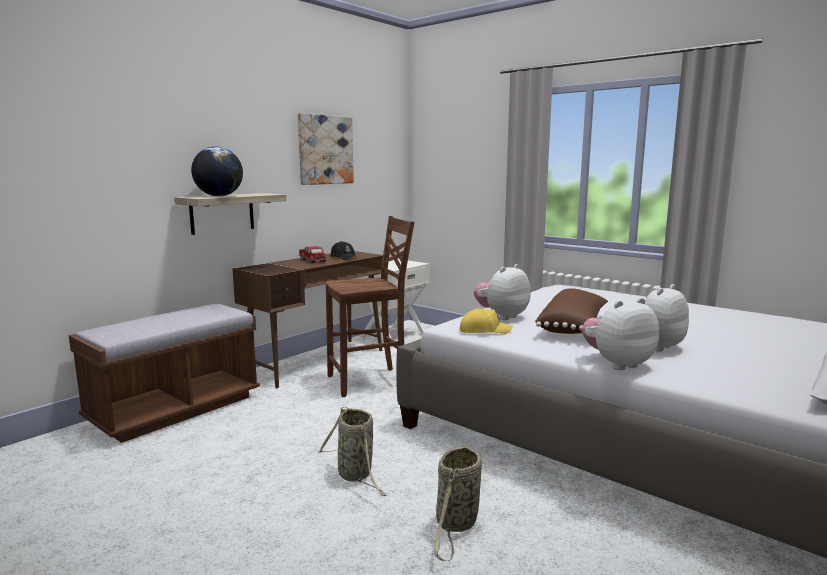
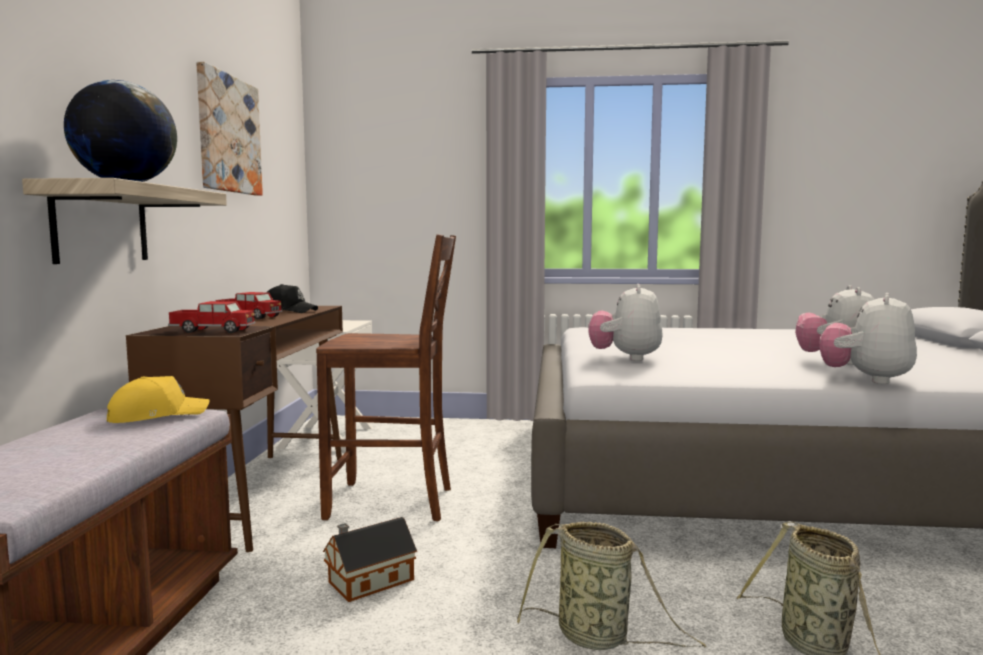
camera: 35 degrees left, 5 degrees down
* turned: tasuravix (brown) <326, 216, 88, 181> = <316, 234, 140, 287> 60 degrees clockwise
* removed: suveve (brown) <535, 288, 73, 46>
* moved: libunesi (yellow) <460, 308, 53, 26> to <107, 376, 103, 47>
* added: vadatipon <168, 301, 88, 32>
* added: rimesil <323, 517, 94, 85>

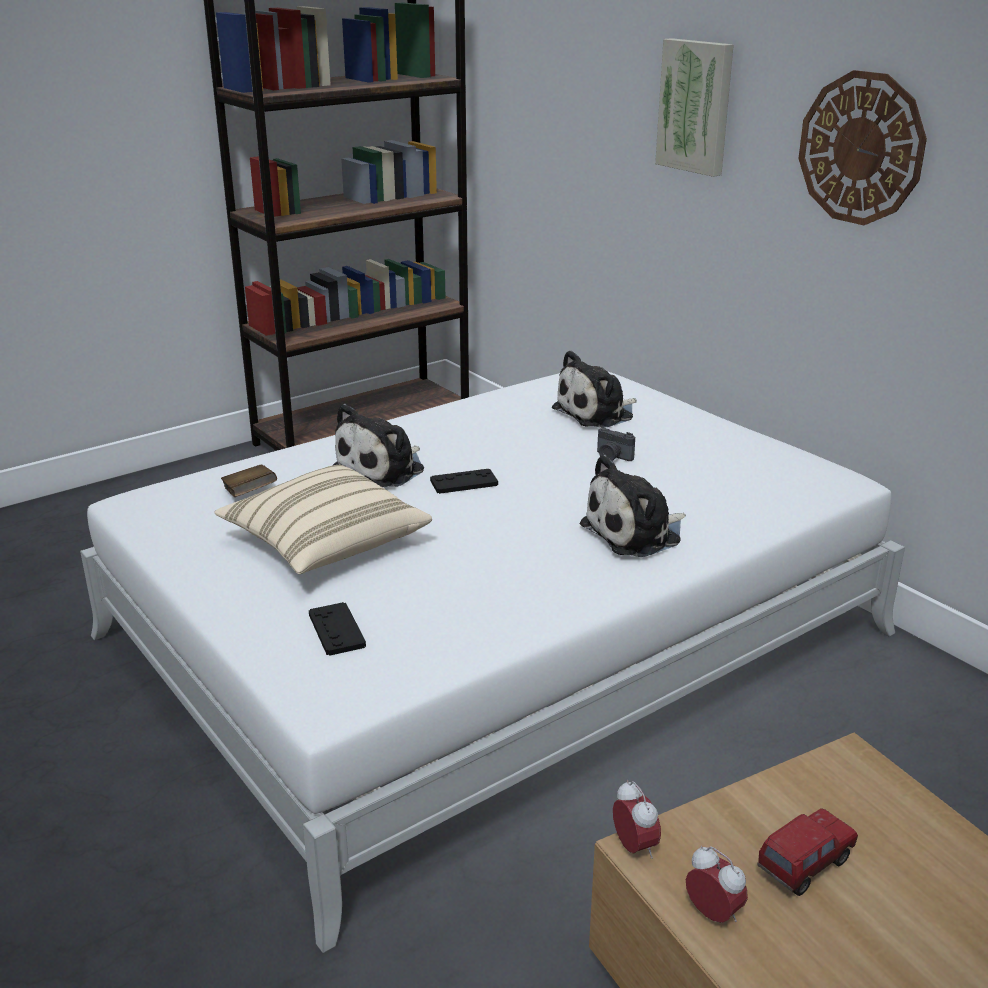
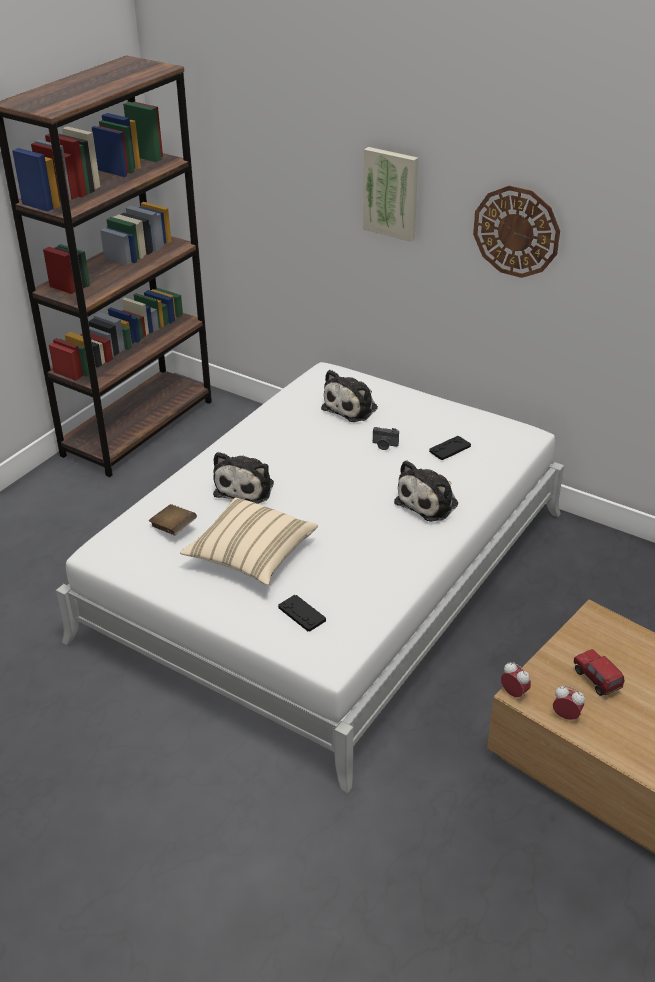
camera: 20 degrees left, 10 degrees up
* moved: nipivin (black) <430, 469, 68, 25> to <429, 436, 42, 24>
* turned: vadatipon <757, 808, 101, 88> = <574, 649, 50, 47> 60 degrees counterclockwise

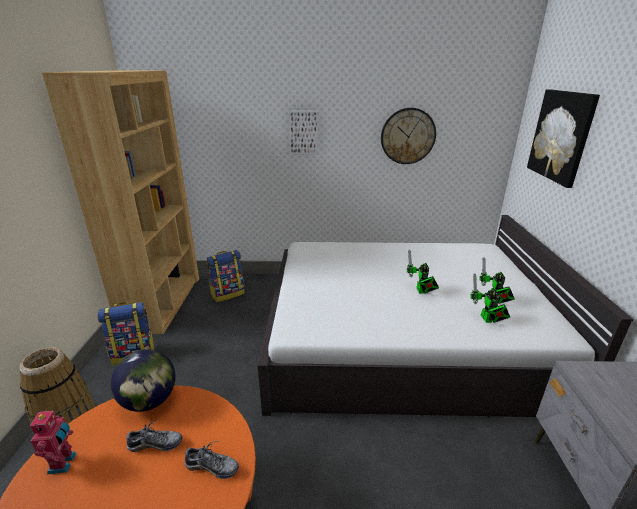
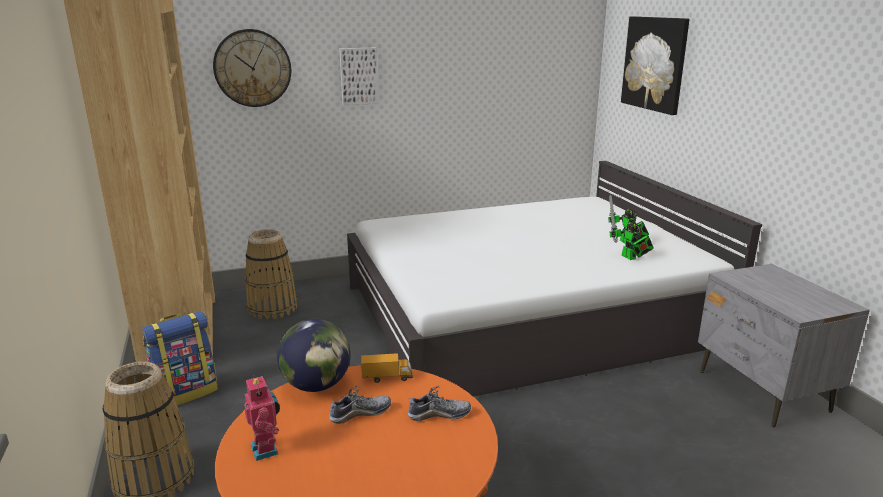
camera: 20 degrees left, 5 degrees down
* moved: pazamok <381, 108, 55, 56> to <213, 29, 78, 78>
* removed: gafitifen <407, 249, 32, 45>
* replaced: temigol <207, 250, 38, 52> to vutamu <245, 229, 53, 91>
* added: vadatipon <361, 353, 52, 30>

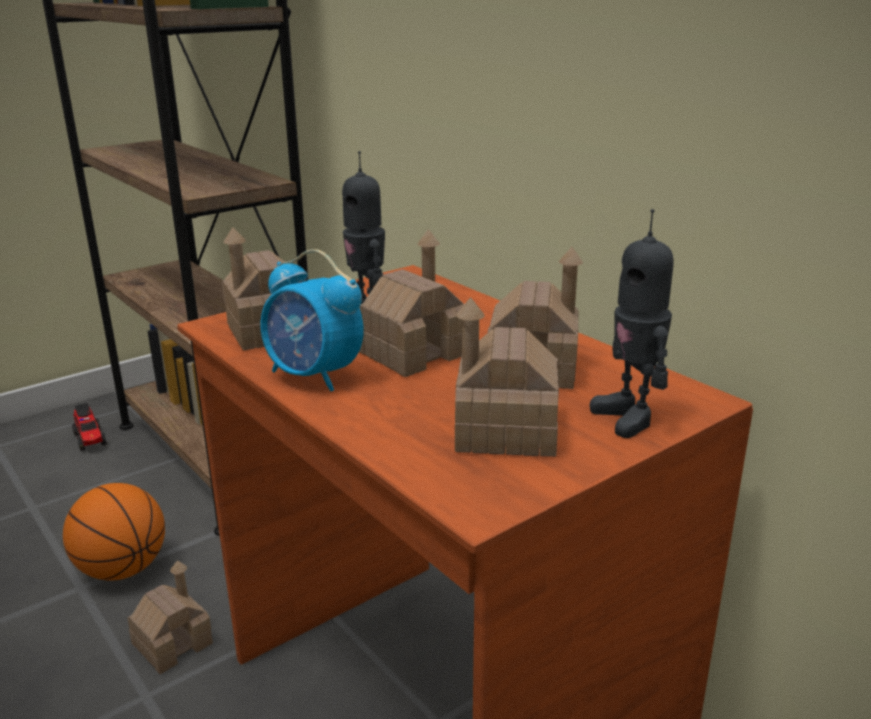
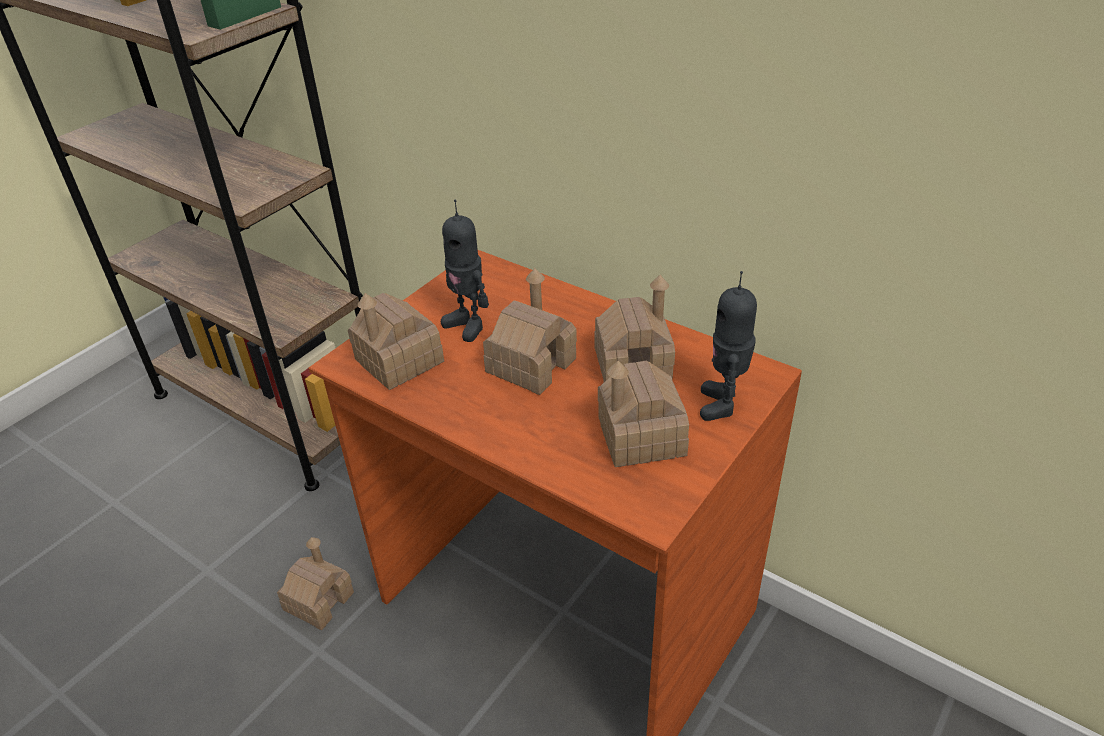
camera: 15 degrees left, 15 degrees up
* turned: gafitifen <590, 209, 83, 229> = <700, 271, 57, 150> 45 degrees clockwise
* removed: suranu <260, 249, 104, 142>
* removed: vadatipon <72, 403, 35, 48>
* removed: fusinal <63, 483, 102, 97>

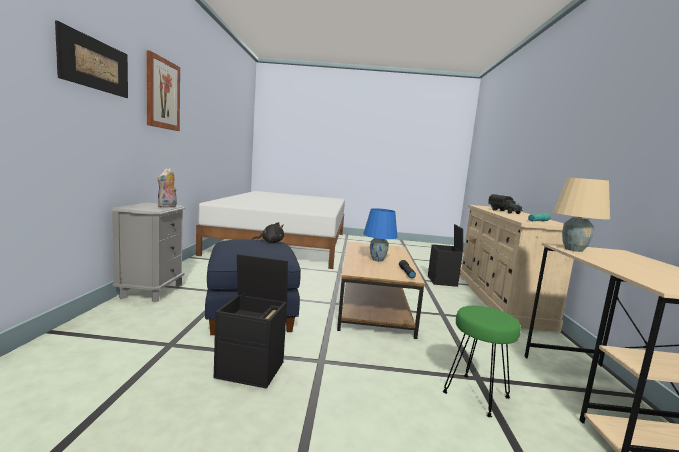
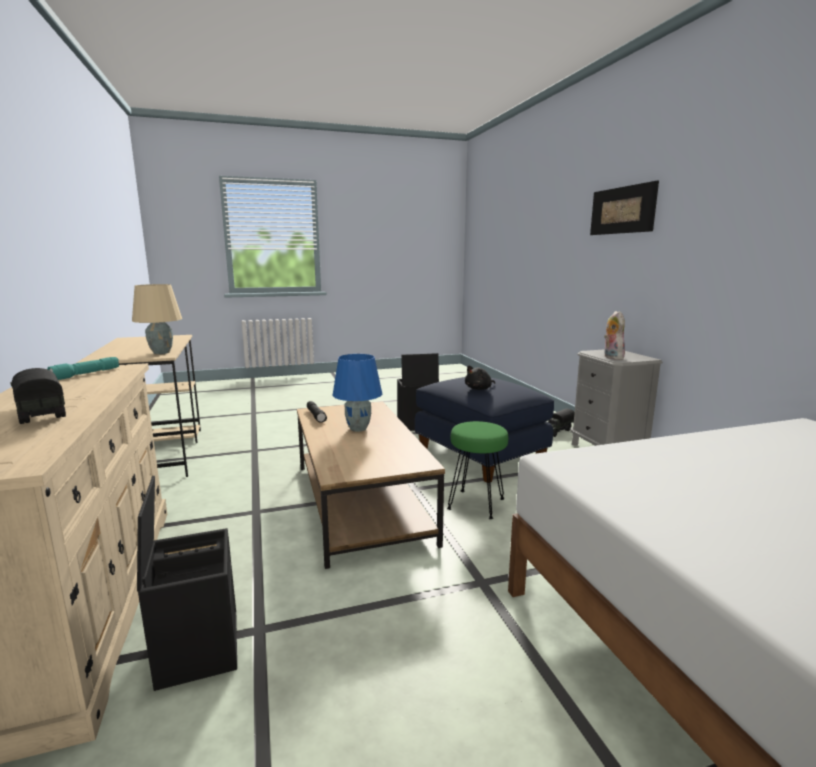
camera: 160 degrees right, 5 degrees up
* removed: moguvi <146, 50, 34, 81>
* moved: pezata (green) <443, 306, 78, 111> to <447, 421, 61, 98>
* added: vadatipon <548, 408, 27, 29>

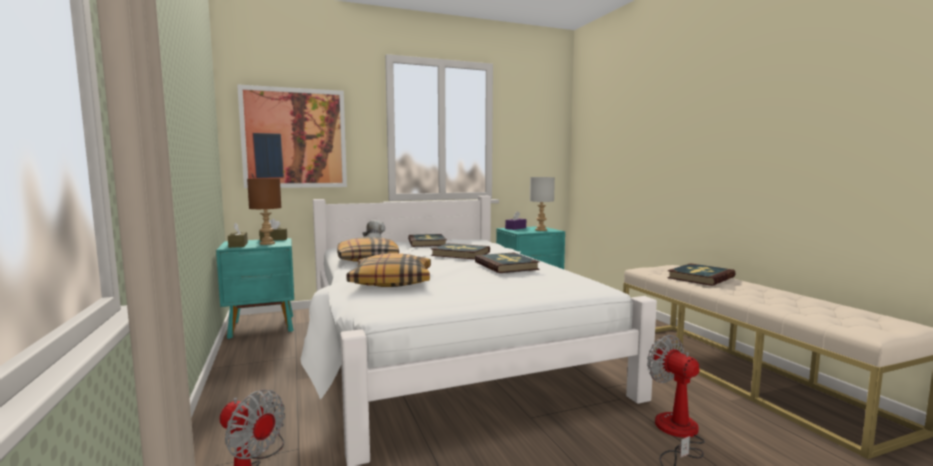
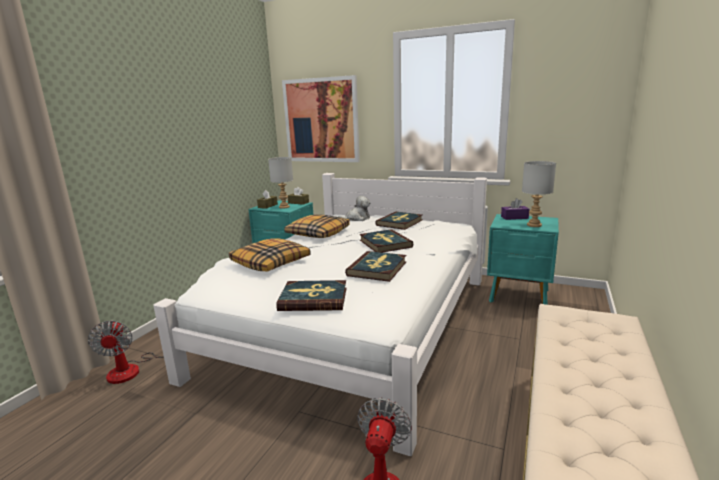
camera: 45 degrees right, 10 degrees up
* recoloured: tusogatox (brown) <247, 178, 35, 67> to tusogatox (grey) <268, 157, 25, 52>
* moved: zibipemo <667, 263, 69, 23> to <276, 280, 71, 31>

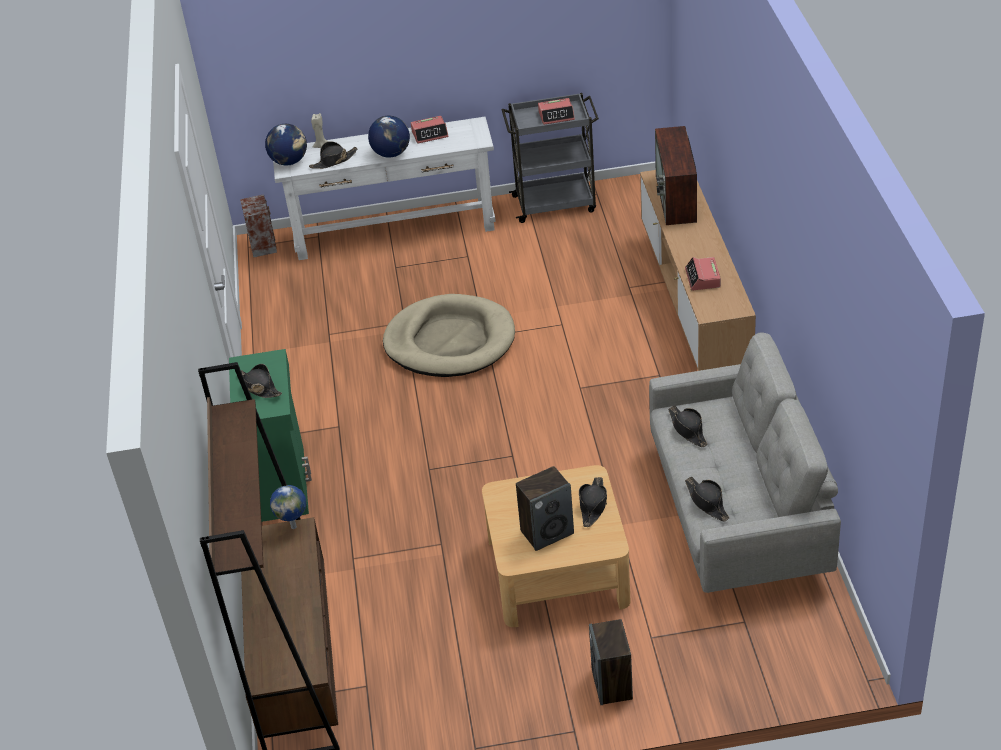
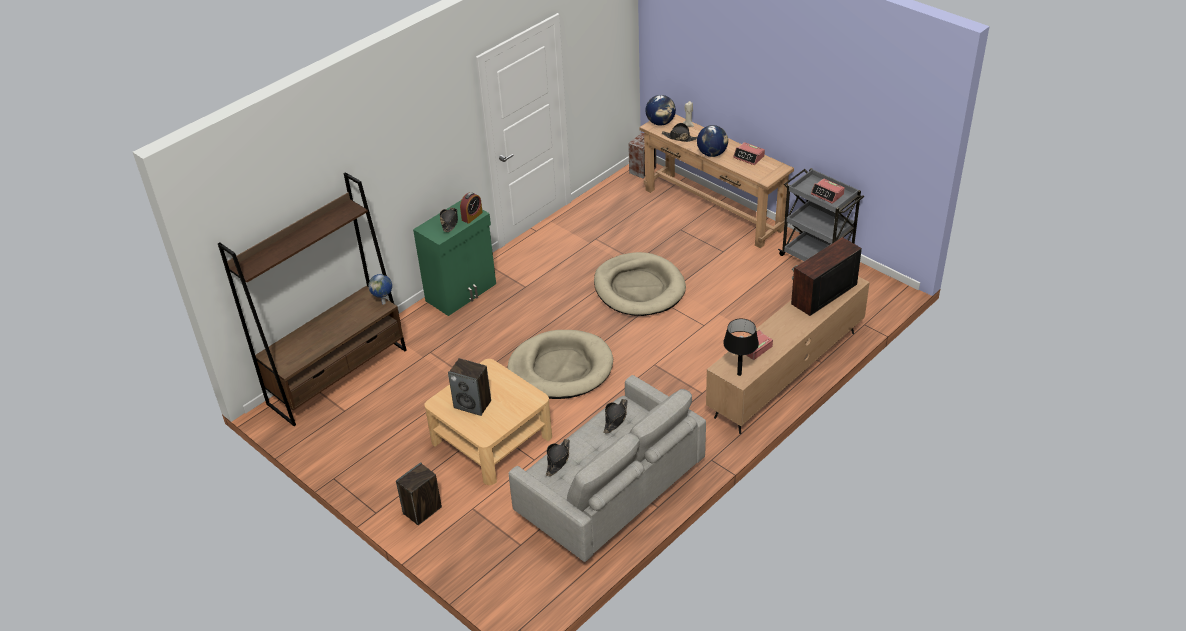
camera: 50 degrees right, 0 degrees up
* recoloured: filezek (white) <273, 117, 223, 143> to filezek (brown) <639, 114, 155, 134>
* removed: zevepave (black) <579, 477, 28, 50>
* added: suranu <460, 192, 23, 32>
* added: tusogatox (black) <723, 319, 36, 57>
* added: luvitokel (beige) <508, 330, 105, 69>

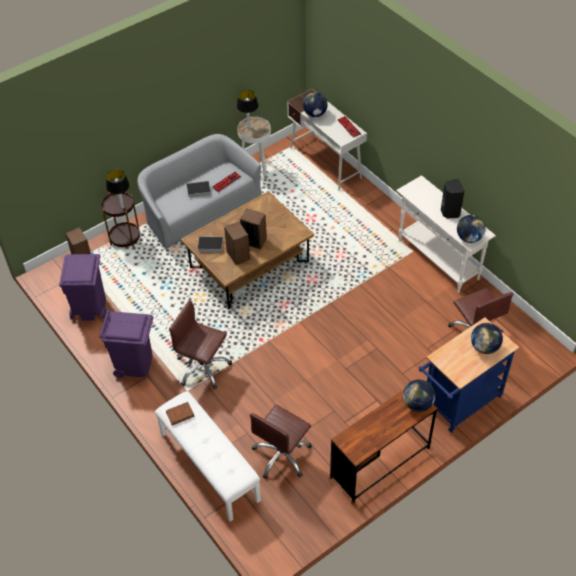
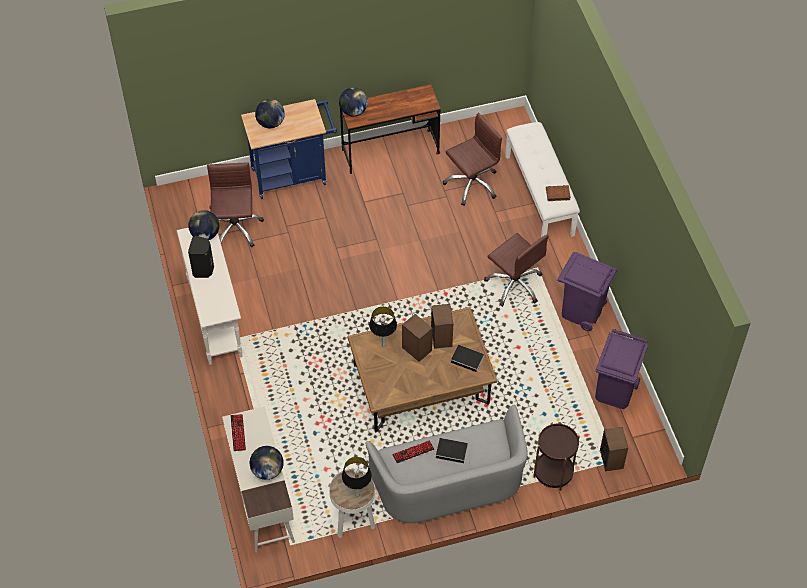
camera: 160 degrees left, 5 degrees up
* moved: tusogatox <106, 170, 24, 39> to <369, 307, 28, 40>

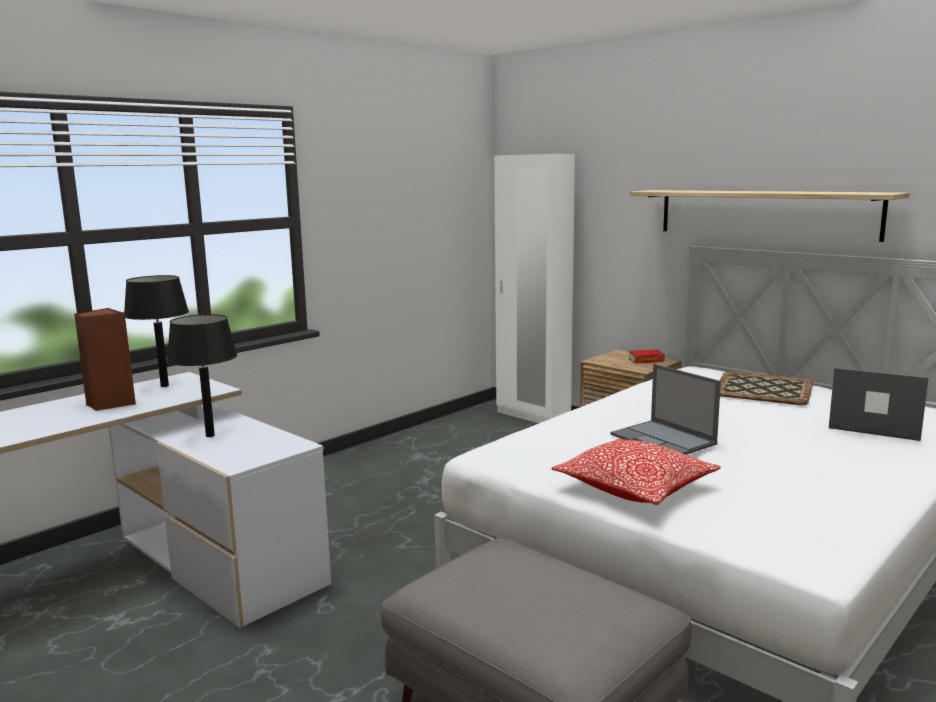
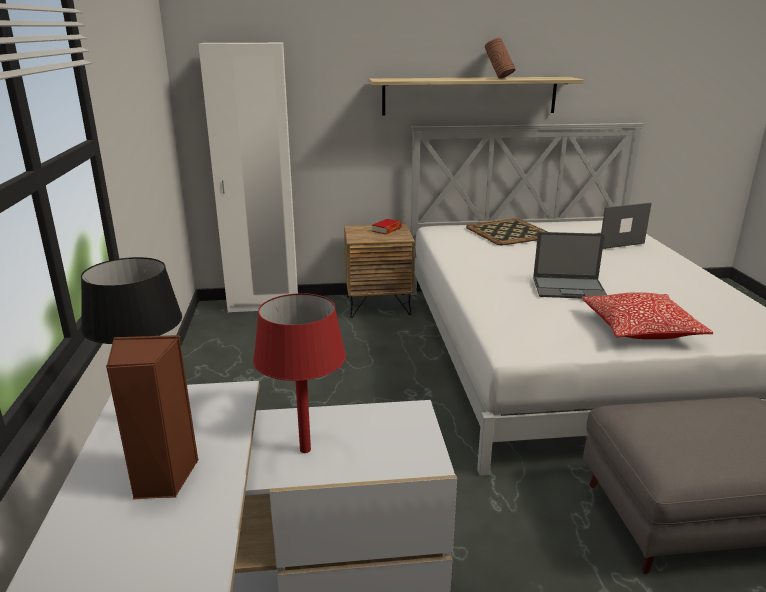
camera: 50 degrees left, 10 degrees up
* recoloured: tusogatox (black) <167, 314, 70, 123> to tusogatox (red) <253, 293, 93, 160>
* added: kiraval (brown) <485, 38, 31, 40>

